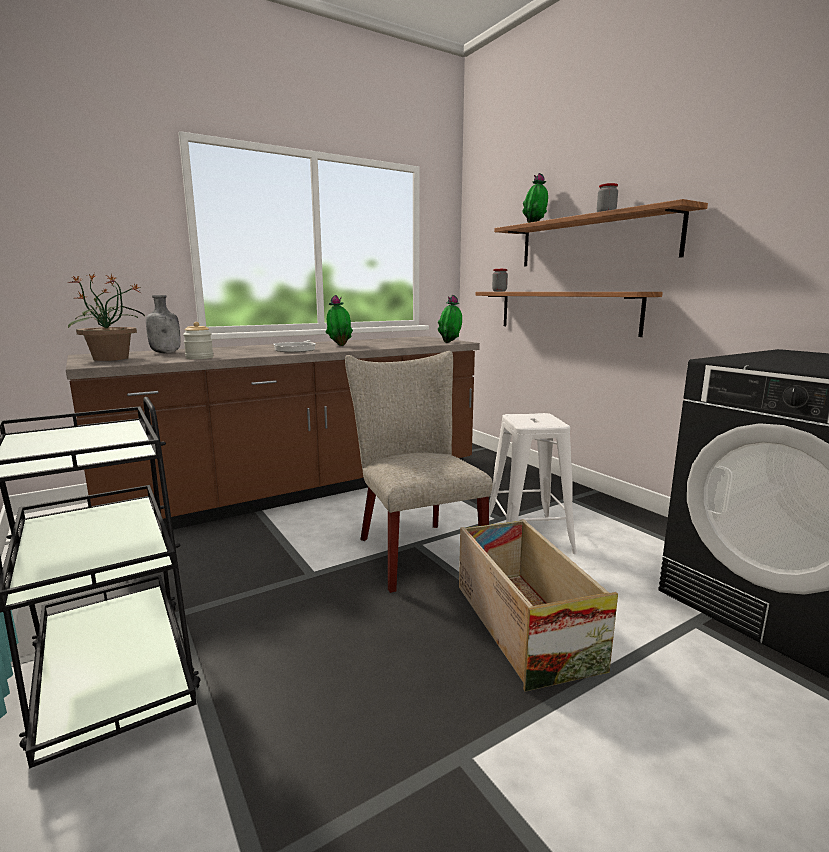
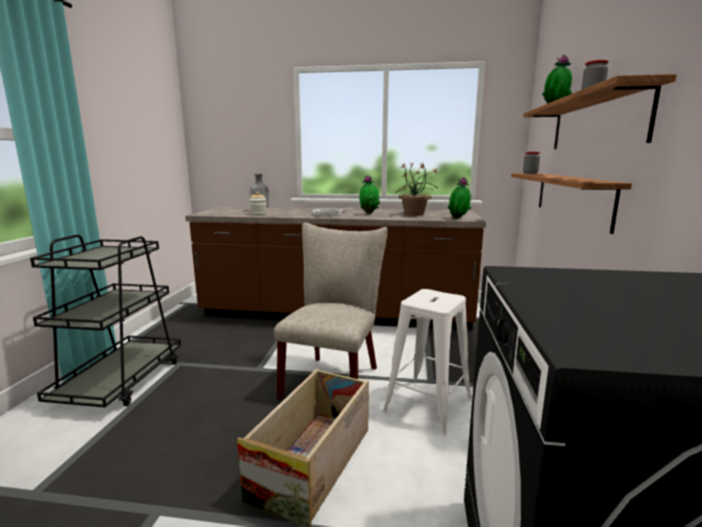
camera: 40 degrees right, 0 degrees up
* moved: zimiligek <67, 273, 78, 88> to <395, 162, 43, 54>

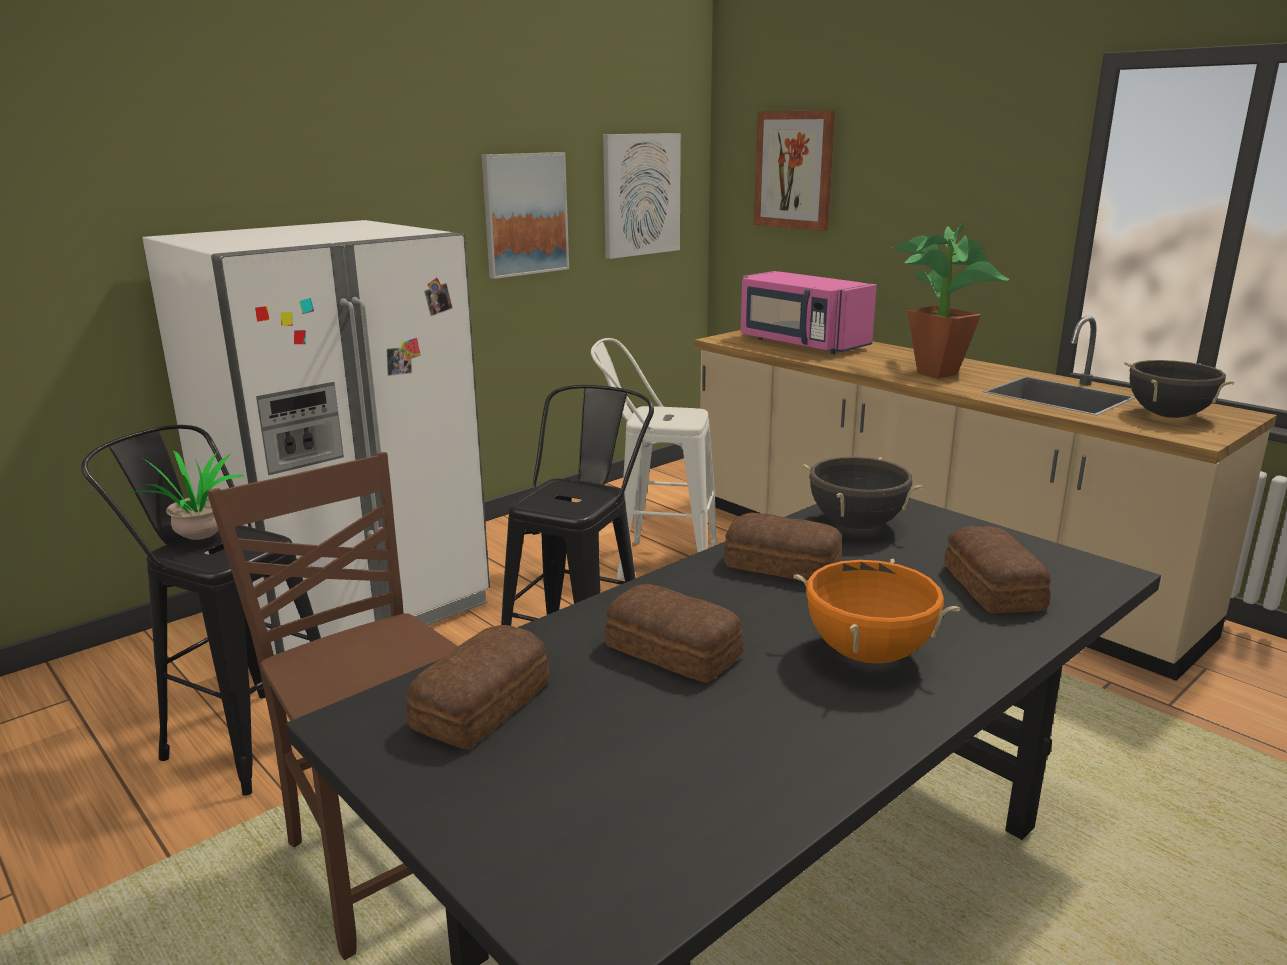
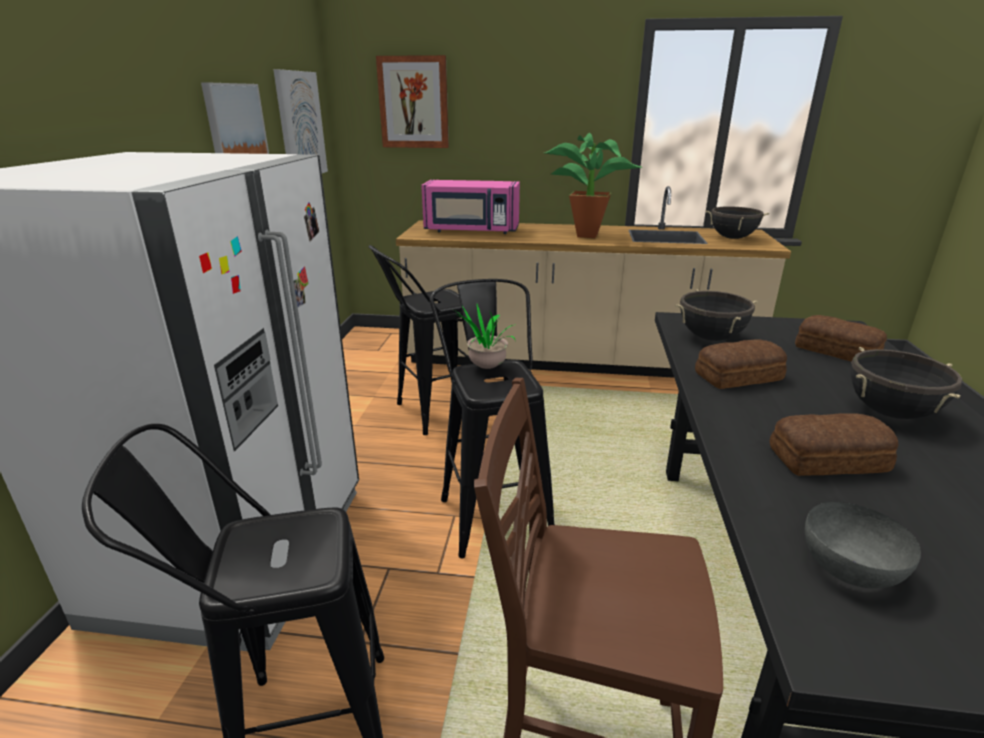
camera: 40 degrees left, 5 degrees up
* recoloured: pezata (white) <591, 338, 126, 242> to pezata (black) <368, 245, 105, 190>
* moved: zimiligek <122, 450, 123, 90> to <454, 304, 61, 65>
* recoloured: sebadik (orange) <794, 558, 166, 105> to sebadik (black) <851, 347, 112, 72>
* replaced: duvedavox <406, 625, 144, 124> to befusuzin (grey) <805, 502, 116, 87>

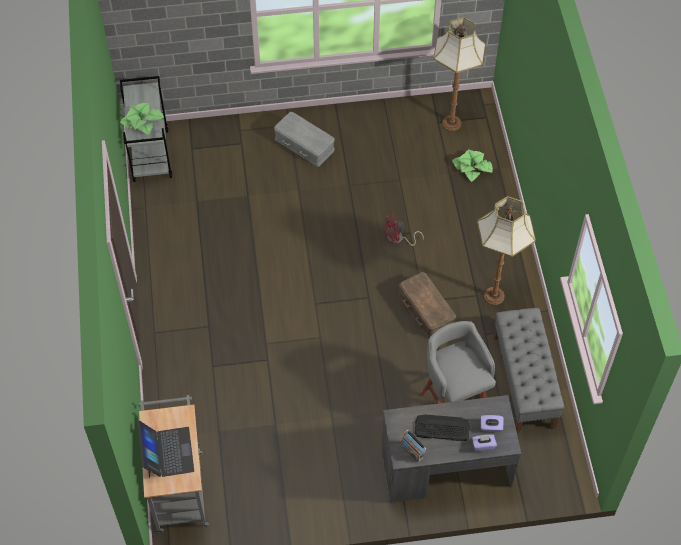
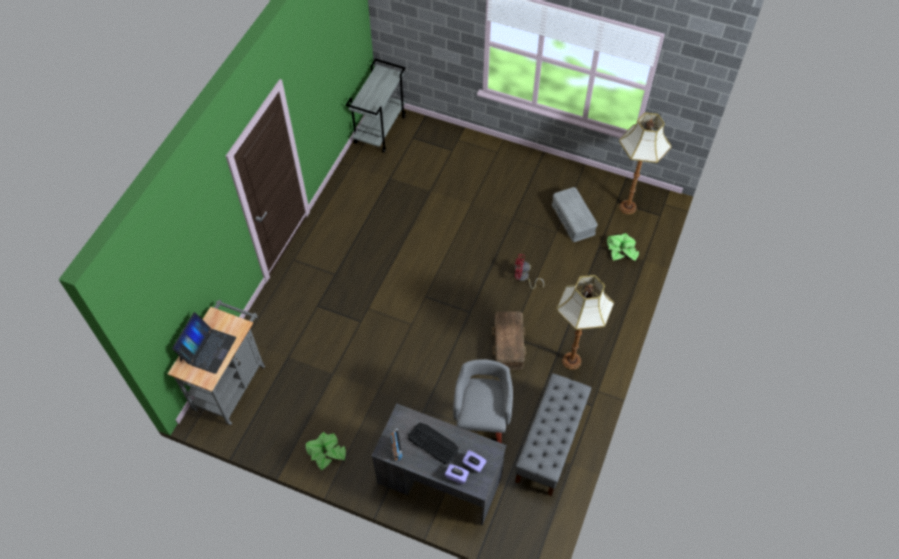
camera: 30 degrees right, 0 degrees up
* moved: zimiligek <120, 103, 44, 32> to <306, 432, 40, 38>
* moved: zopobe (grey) <274, 112, 61, 55> to <552, 187, 46, 55>

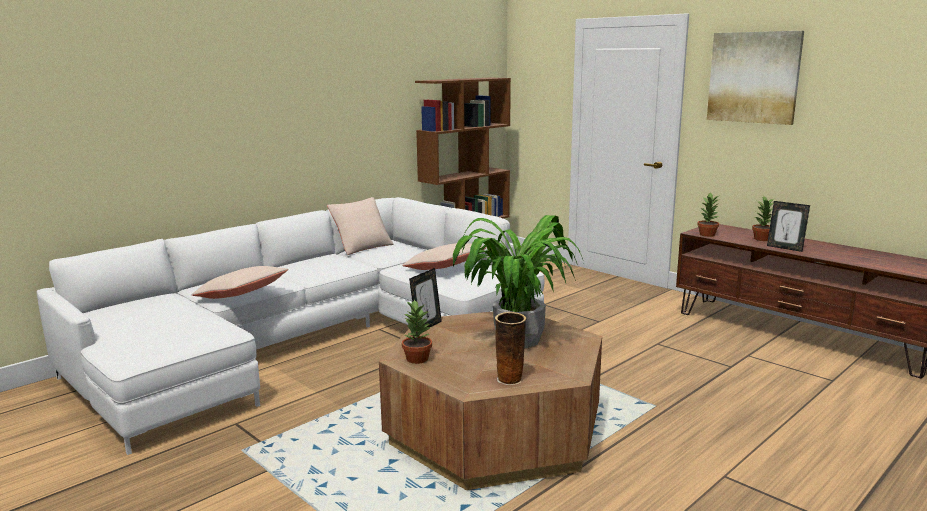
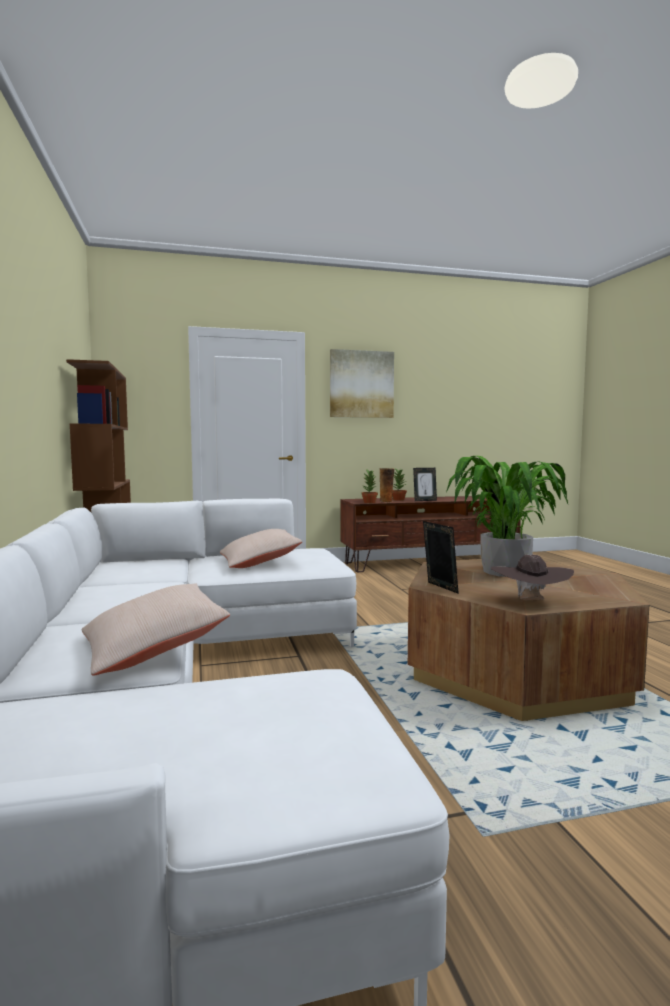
camera: 60 degrees left, 10 degrees down
* removed: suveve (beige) <327, 197, 66, 58>
* replaced: zimiligek <402, 299, 30, 65> to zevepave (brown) <491, 554, 83, 46>
* moved: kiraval <495, 312, 31, 73> to <379, 468, 15, 34>

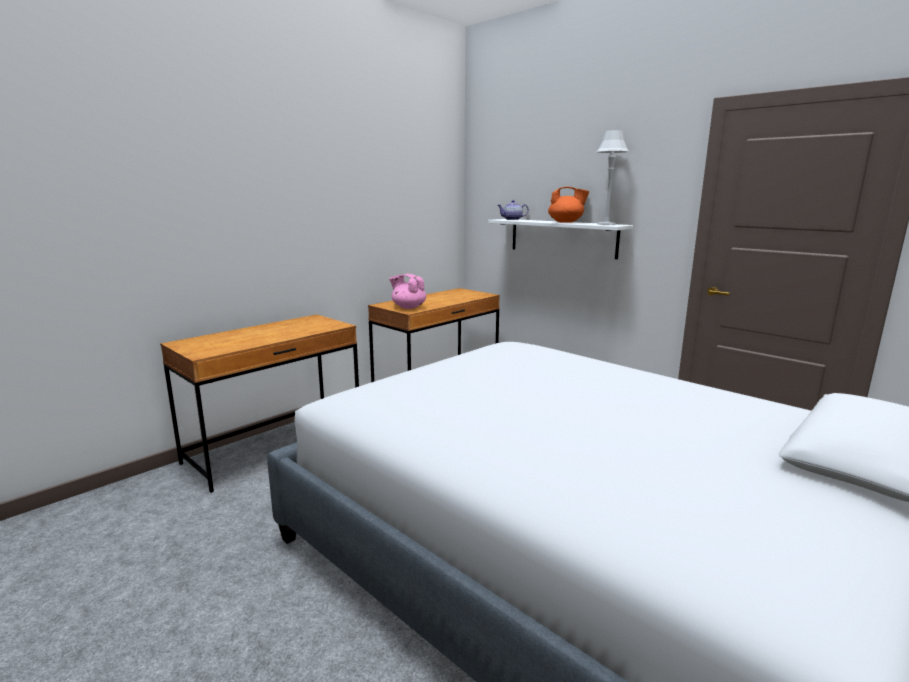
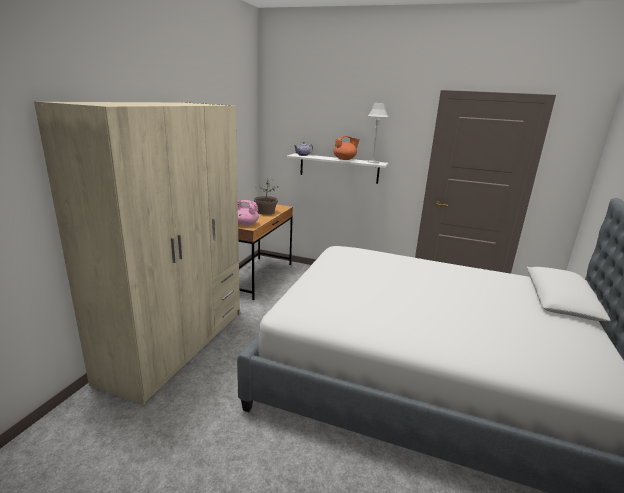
camera: 25 degrees left, 5 degrees up
* replaced: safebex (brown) <160, 314, 199, 179> to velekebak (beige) <34, 101, 206, 304>
* added: zimiligek <254, 179, 25, 36>

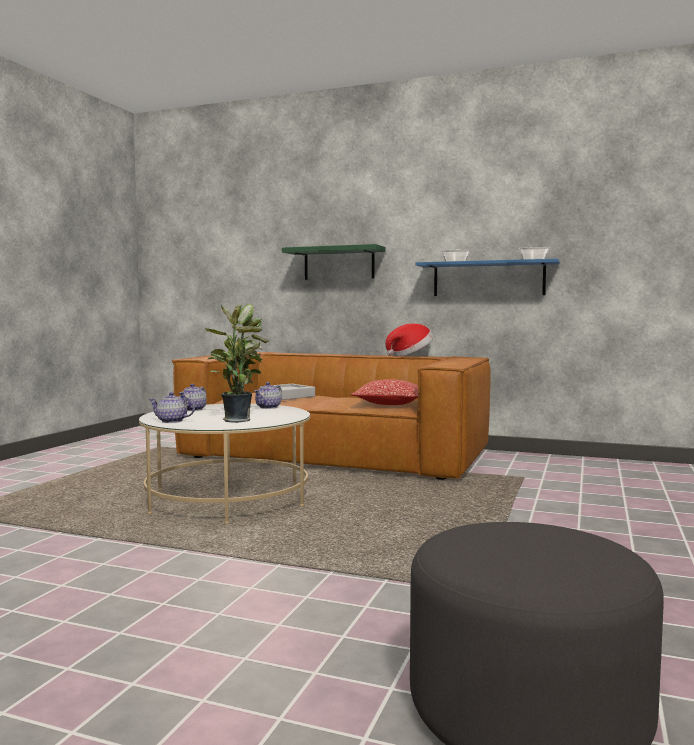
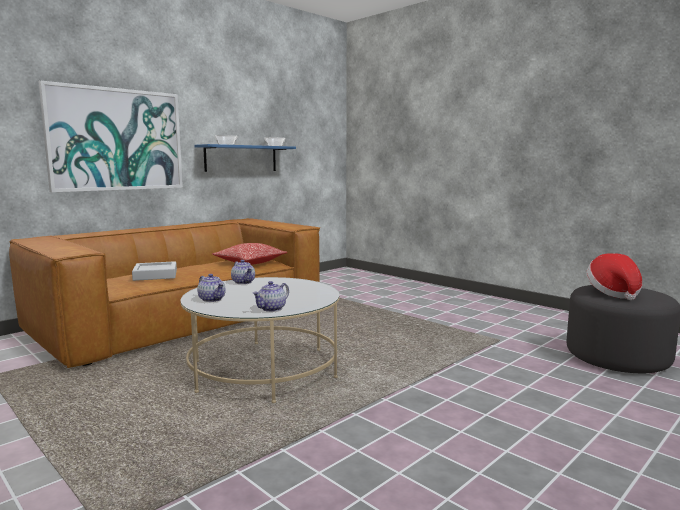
camera: 65 degrees left, 5 degrees up
* replaced: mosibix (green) <282, 244, 104, 36> to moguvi <38, 81, 145, 111>
* removed: zimiligek <205, 304, 64, 119>
* moved: zevepave <386, 323, 48, 34> to <586, 253, 56, 47>

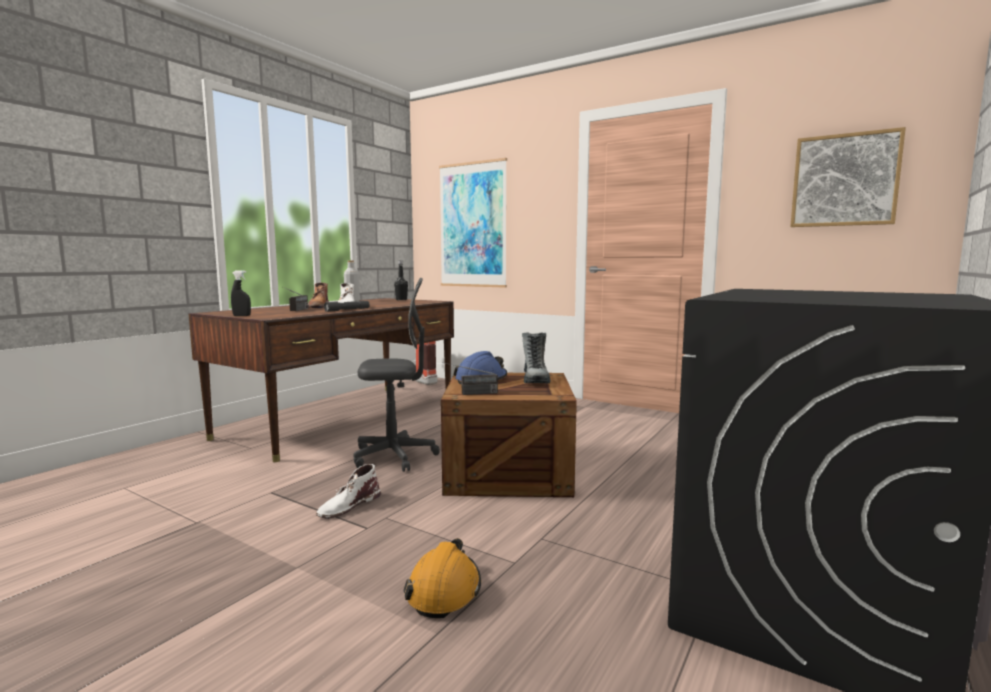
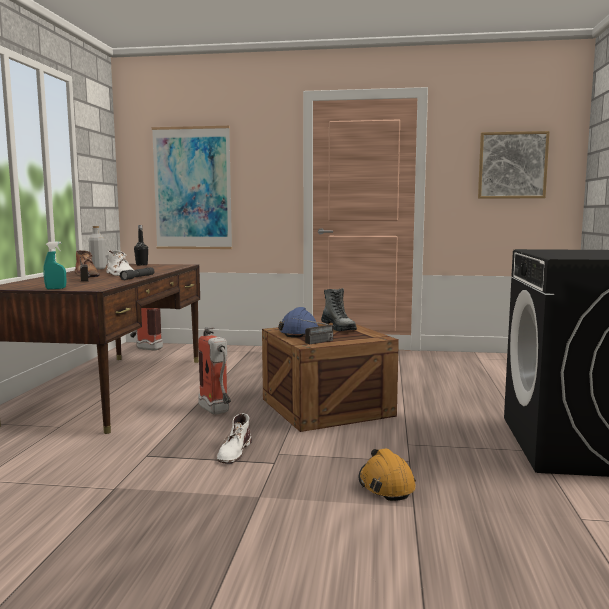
camera: 25 degrees left, 0 degrees up
* recoloured: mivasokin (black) <231, 270, 20, 46> to mivasokin (turquoise) <43, 241, 23, 48>
* replaced: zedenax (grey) <354, 278, 86, 194> to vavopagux <198, 327, 33, 88>

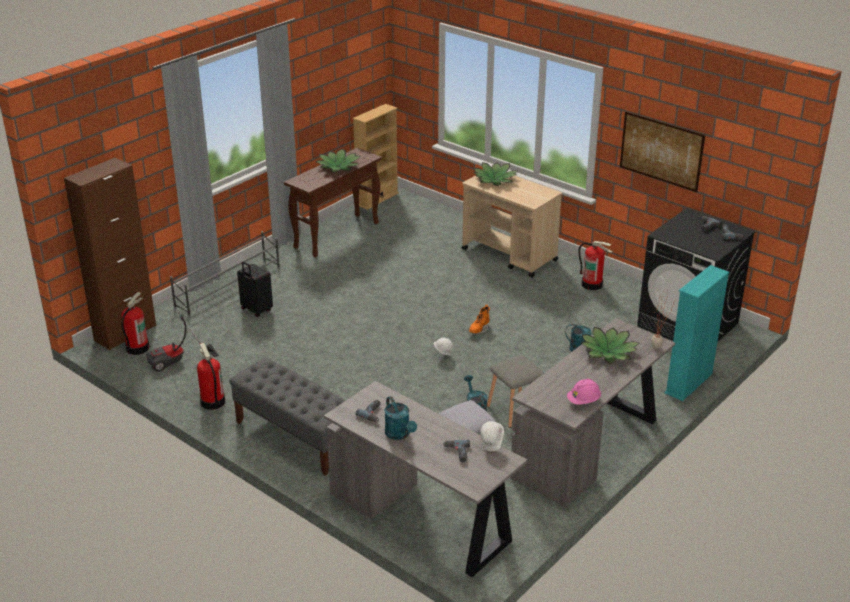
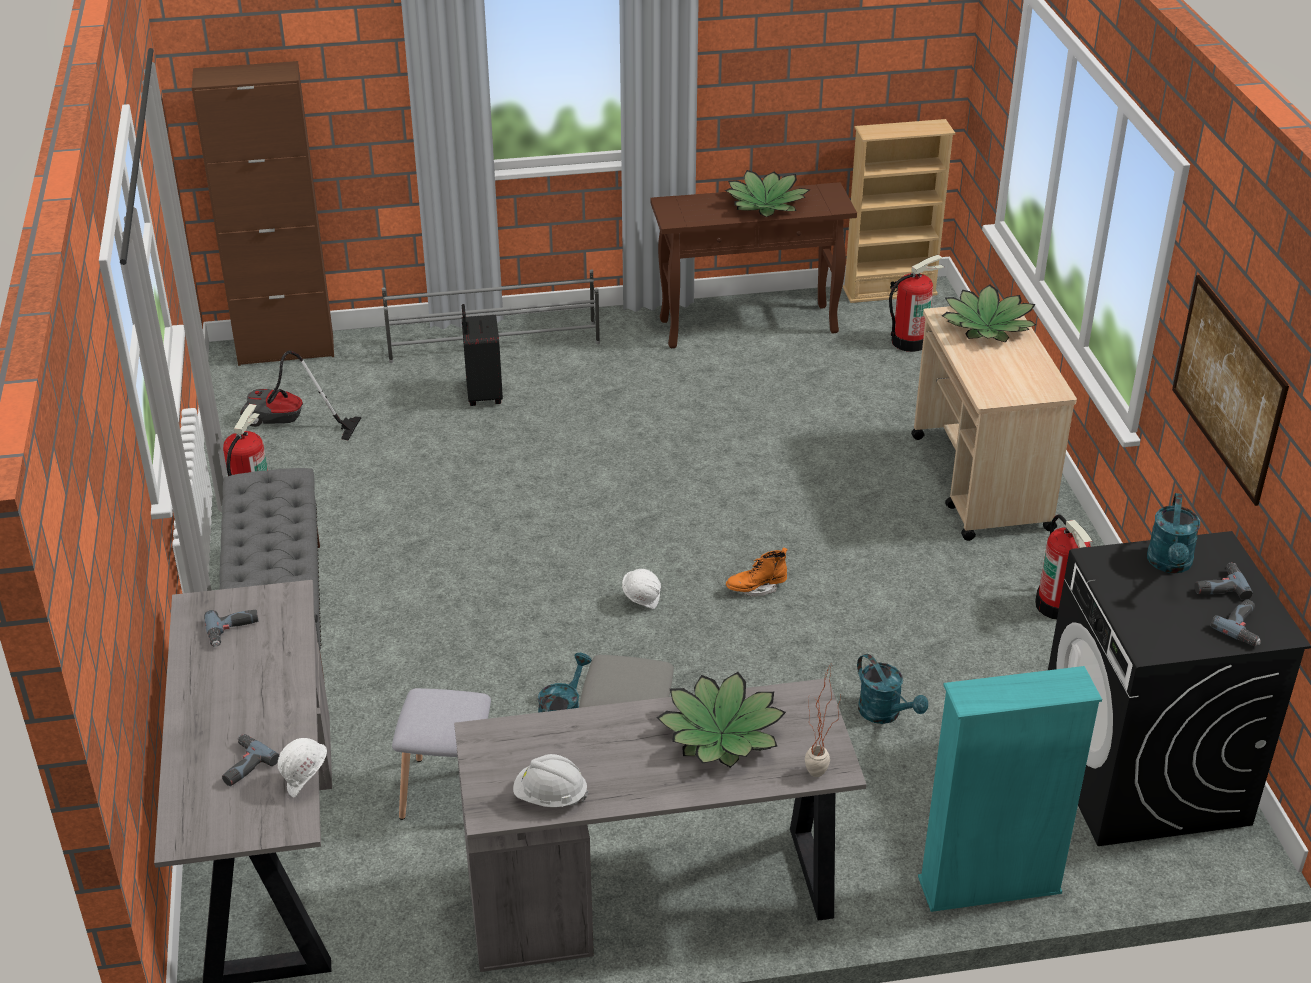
camera: 40 degrees right, 5 degrees up
* moved: vavopagux <121, 292, 28, 63> to <889, 255, 55, 97>
* recoloured: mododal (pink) <567, 379, 34, 26> to mododal (white) <513, 754, 76, 53>
* moved: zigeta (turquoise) <384, 396, 33, 44> to <1147, 493, 53, 81>

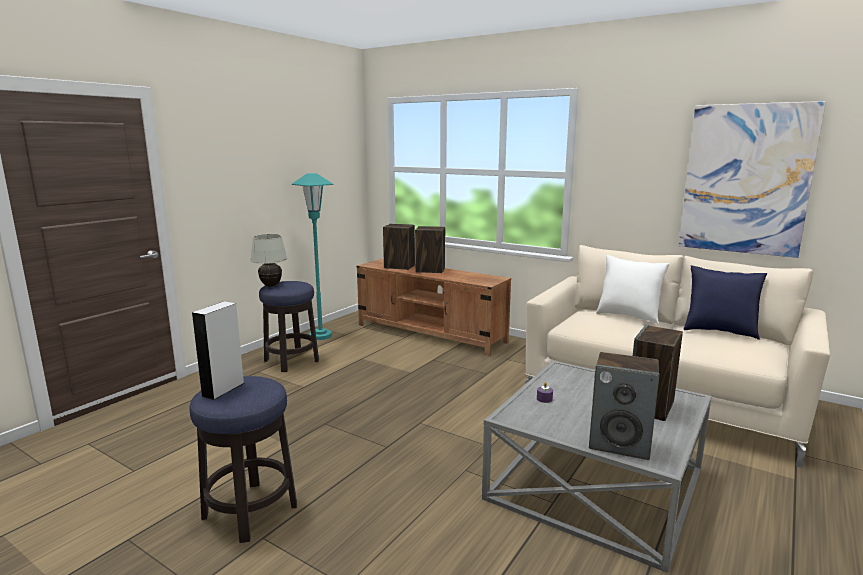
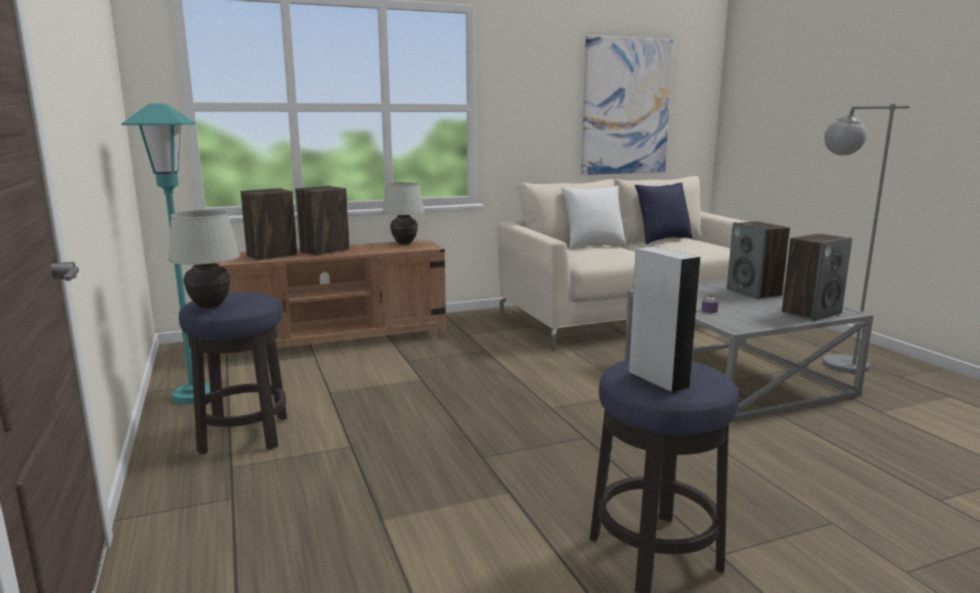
camera: 55 degrees left, 0 degrees up
* added: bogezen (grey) <822, 104, 88, 269>
* added: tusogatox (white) <382, 182, 43, 62>

